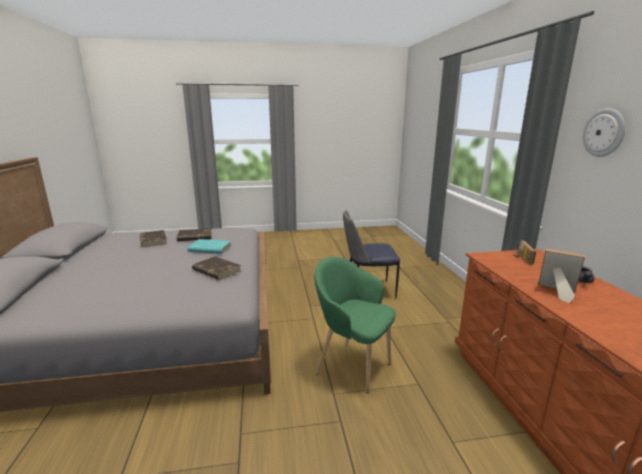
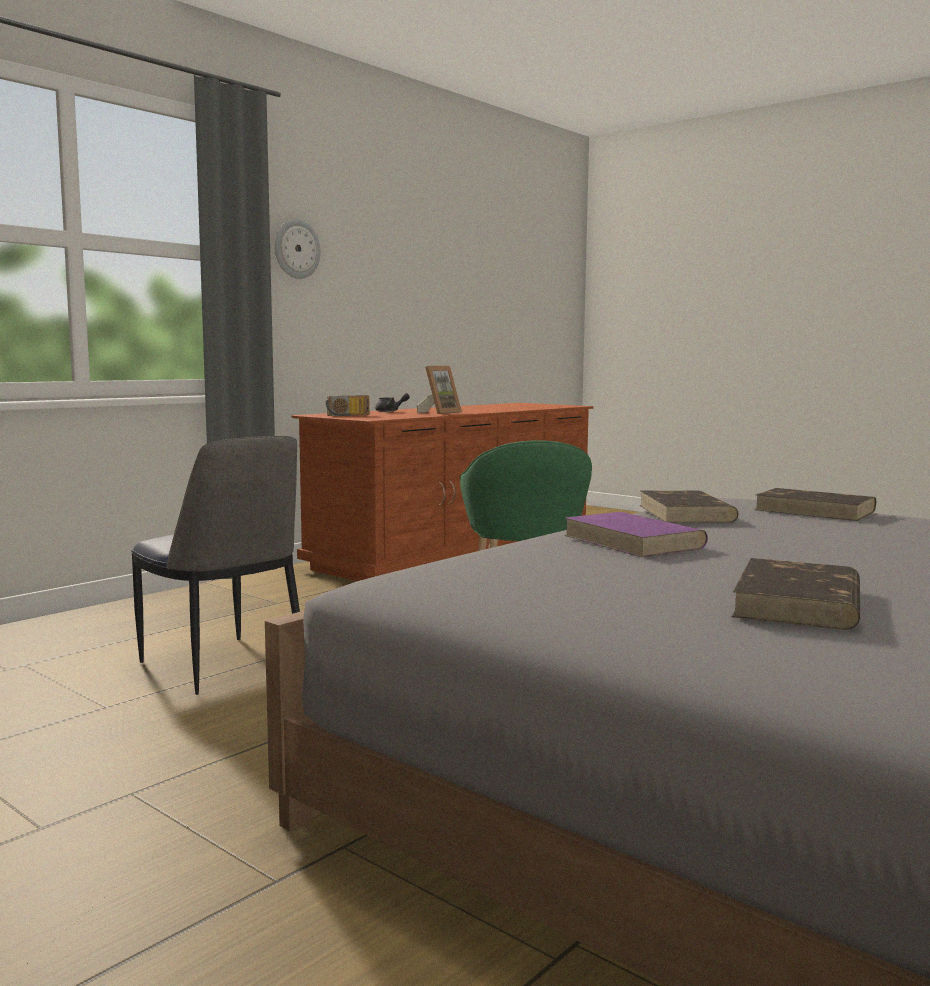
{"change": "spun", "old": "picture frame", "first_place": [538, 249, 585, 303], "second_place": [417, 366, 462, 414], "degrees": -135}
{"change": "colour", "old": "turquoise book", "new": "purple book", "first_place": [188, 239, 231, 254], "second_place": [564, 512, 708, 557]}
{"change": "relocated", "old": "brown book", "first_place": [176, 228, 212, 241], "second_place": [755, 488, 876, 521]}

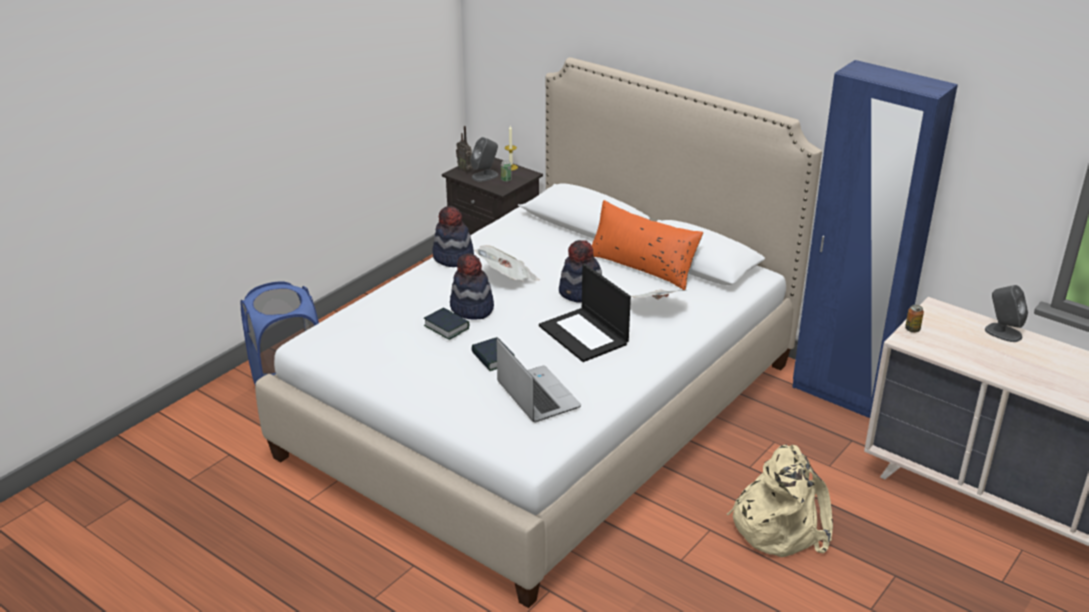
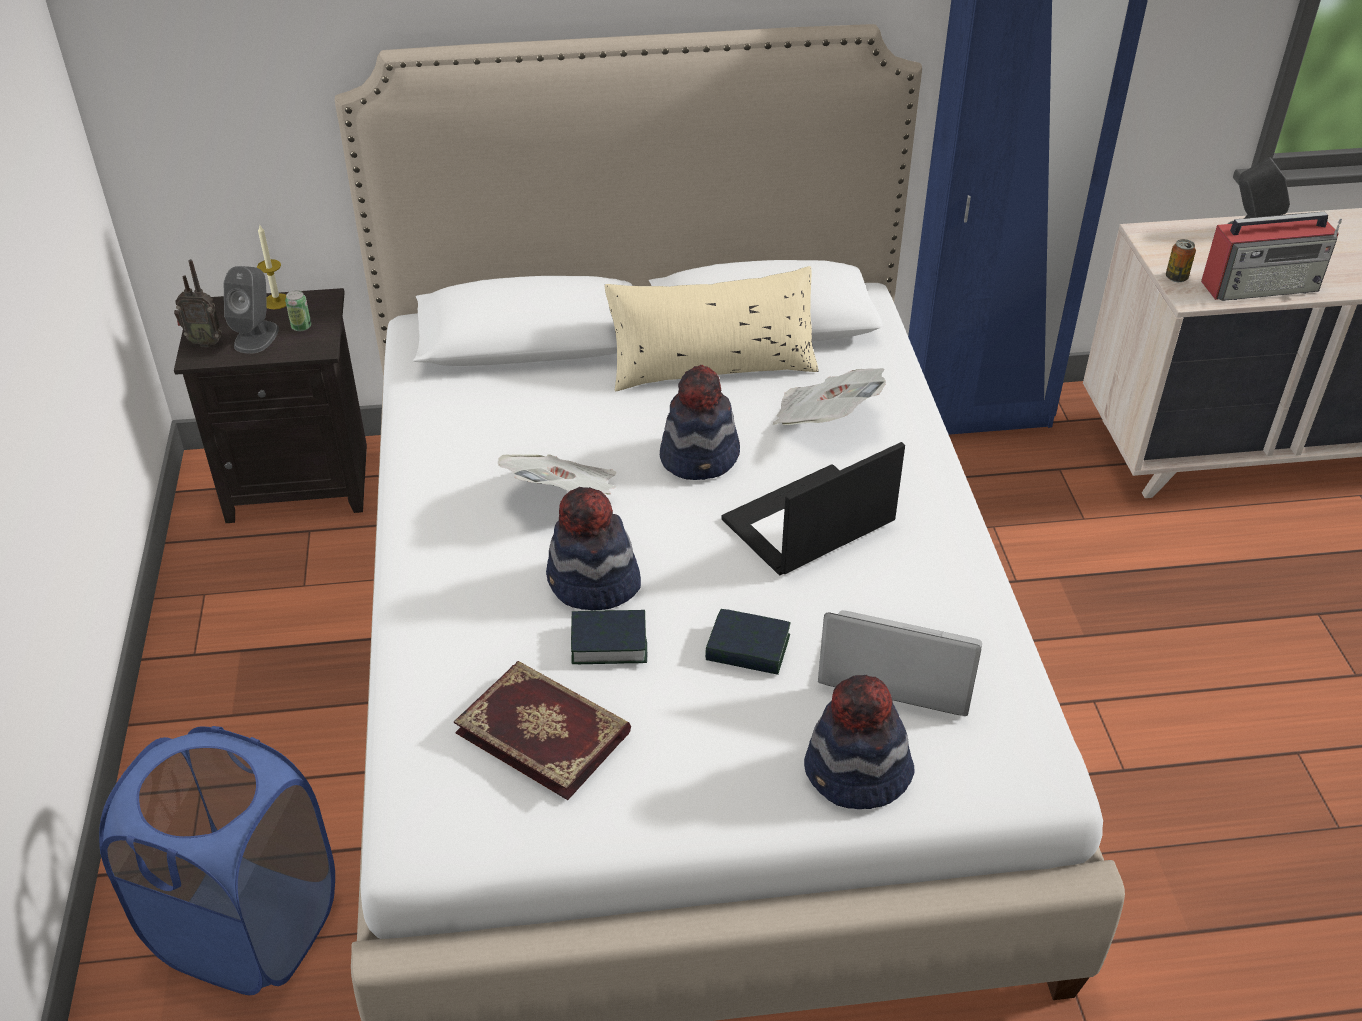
{"change": "appeared", "new": "book", "second_place": [454, 661, 631, 800]}
{"change": "colour", "old": "orange pillow", "new": "beige pillow", "first_place": [591, 200, 703, 290], "second_place": [604, 266, 819, 391]}
{"change": "spun", "old": "laptop", "first_place": [539, 264, 631, 362], "second_place": [722, 442, 905, 575], "degrees": 135}
{"change": "relocated", "old": "hat", "first_place": [432, 206, 474, 267], "second_place": [804, 675, 915, 809]}
{"change": "appeared", "new": "radio", "second_place": [1201, 212, 1342, 301]}
{"change": "missing", "old": "beige backpack", "first_place": [727, 445, 833, 557]}

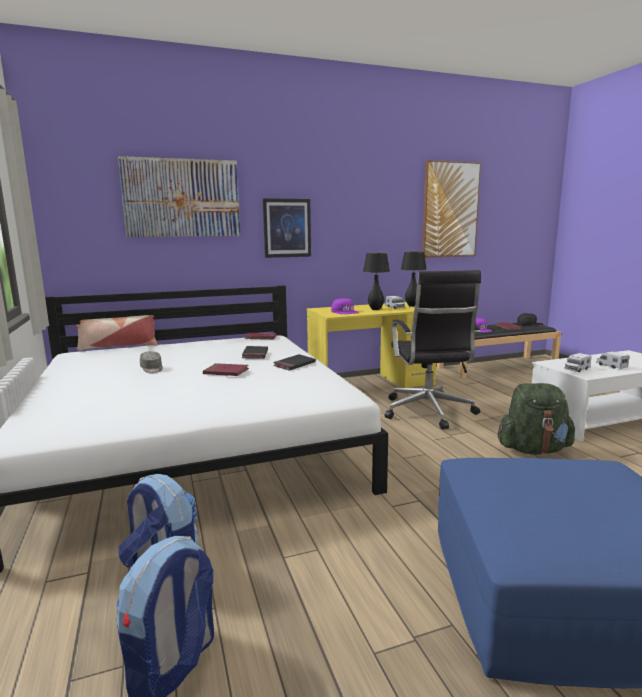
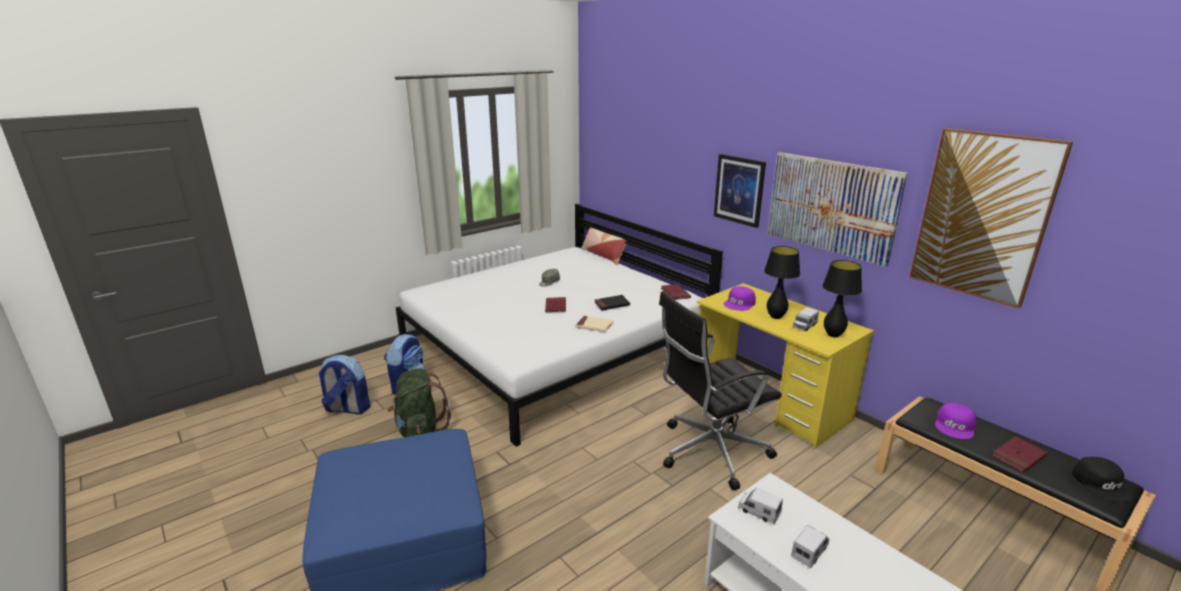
{"change": "relocated", "old": "green backpack", "first_place": [498, 383, 575, 455], "second_place": [387, 369, 451, 437]}
{"change": "colour", "old": "black book", "new": "beige book", "first_place": [273, 354, 316, 371], "second_place": [575, 316, 614, 332]}
{"change": "relocated", "old": "picture", "first_place": [118, 156, 241, 237], "second_place": [767, 152, 908, 267]}

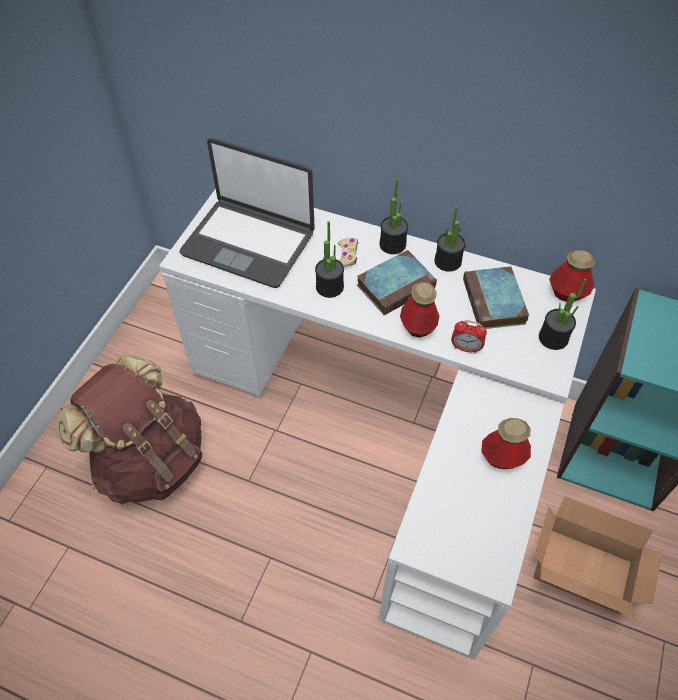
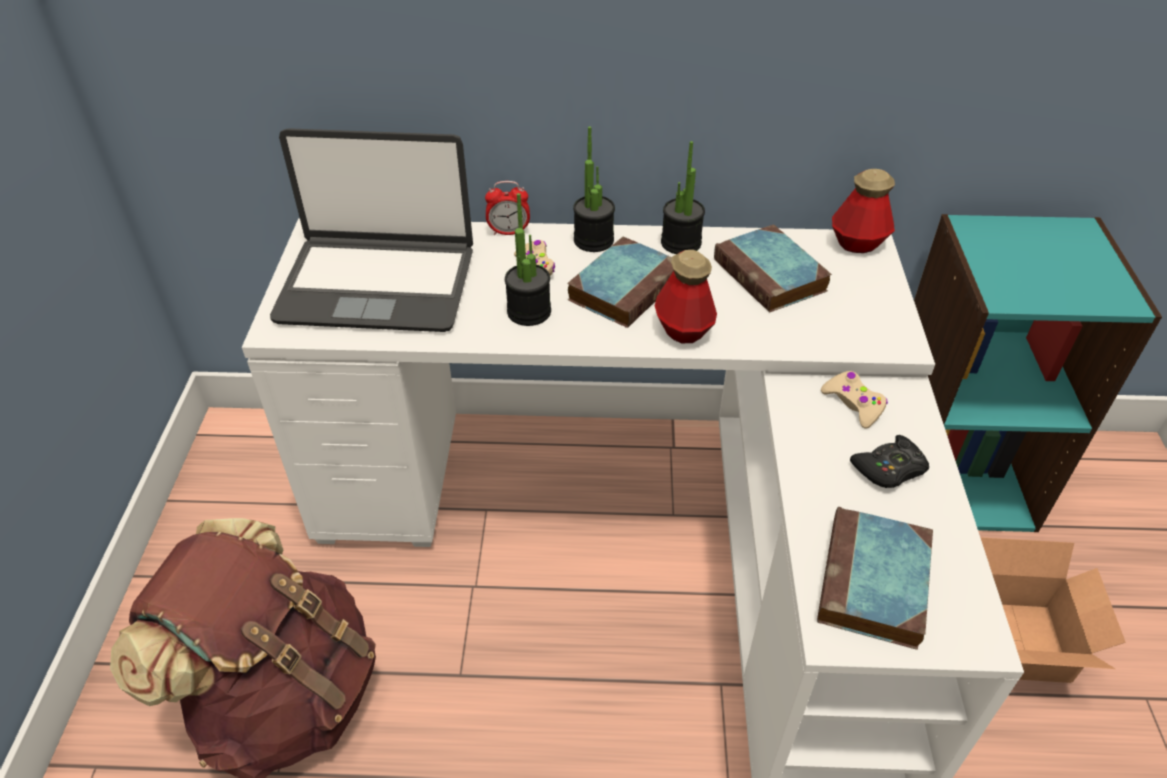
{"change": "relocated", "old": "alarm clock", "first_place": [451, 320, 487, 353], "second_place": [485, 181, 530, 235]}
{"change": "appeared", "new": "book", "second_place": [817, 507, 933, 650]}
{"change": "appeared", "new": "beige game controller", "second_place": [821, 371, 888, 429]}
{"change": "exchanged", "old": "bottle", "new": "black game controller", "first_place": [481, 418, 531, 469], "second_place": [850, 435, 929, 488]}
{"change": "missing", "old": "potted plant", "first_place": [539, 279, 586, 350]}

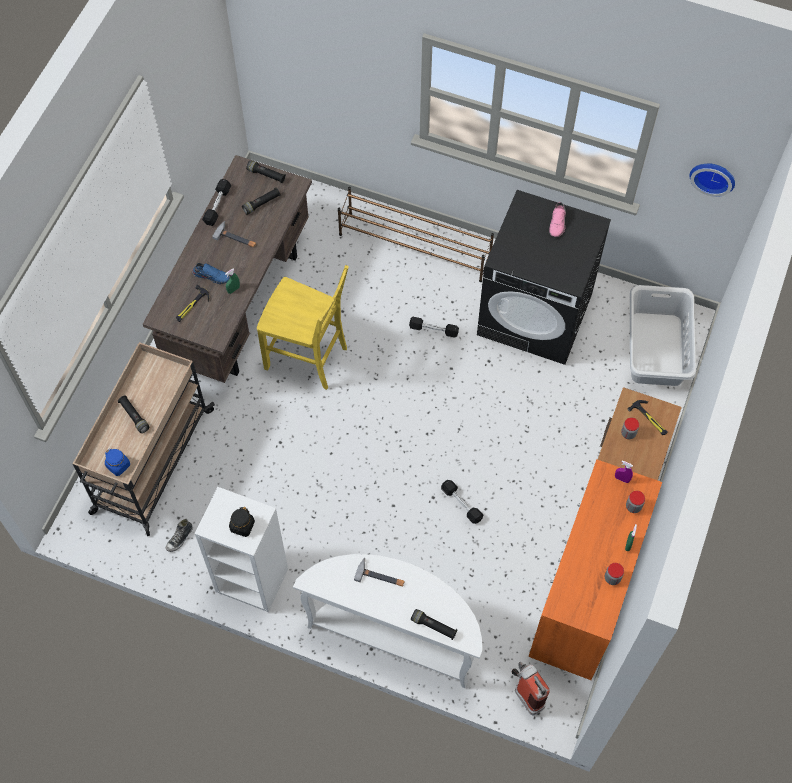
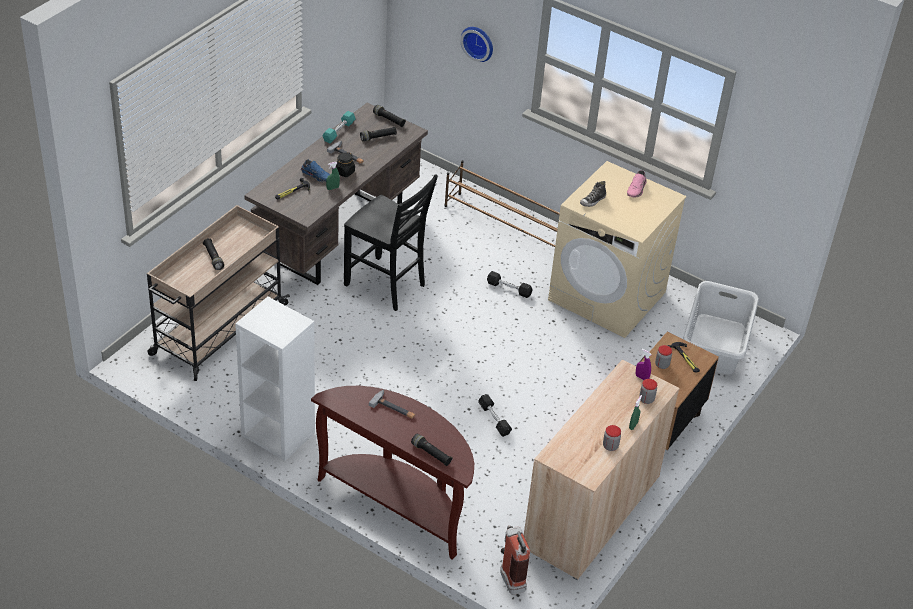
{"change": "colour", "old": "white console table", "new": "brown console table", "first_place": [293, 554, 483, 688], "second_place": [311, 386, 474, 560]}
{"change": "colour", "old": "black dumbbell", "new": "turquoise dumbbell", "first_place": [202, 179, 231, 226], "second_place": [322, 111, 356, 143]}
{"change": "relocated", "old": "black jar", "first_place": [229, 507, 255, 537], "second_place": [336, 152, 355, 177]}
{"change": "colour", "old": "yellow chair", "new": "black chair", "first_place": [257, 265, 349, 390], "second_place": [344, 174, 438, 311]}
{"change": "relocated", "old": "wall clock", "first_place": [689, 164, 735, 197], "second_place": [460, 27, 493, 62]}
{"change": "colour", "old": "orange cabinet", "new": "beige cabinet", "first_place": [528, 460, 662, 680], "second_place": [524, 359, 680, 580]}
{"change": "colour", "old": "black washing machine", "new": "beige washing machine", "first_place": [477, 190, 611, 365], "second_place": [548, 161, 687, 338]}
{"change": "relocated", "old": "shoe", "first_place": [166, 519, 193, 552], "second_place": [580, 181, 606, 207]}
{"change": "missing", "old": "blue jar", "first_place": [105, 449, 130, 476]}

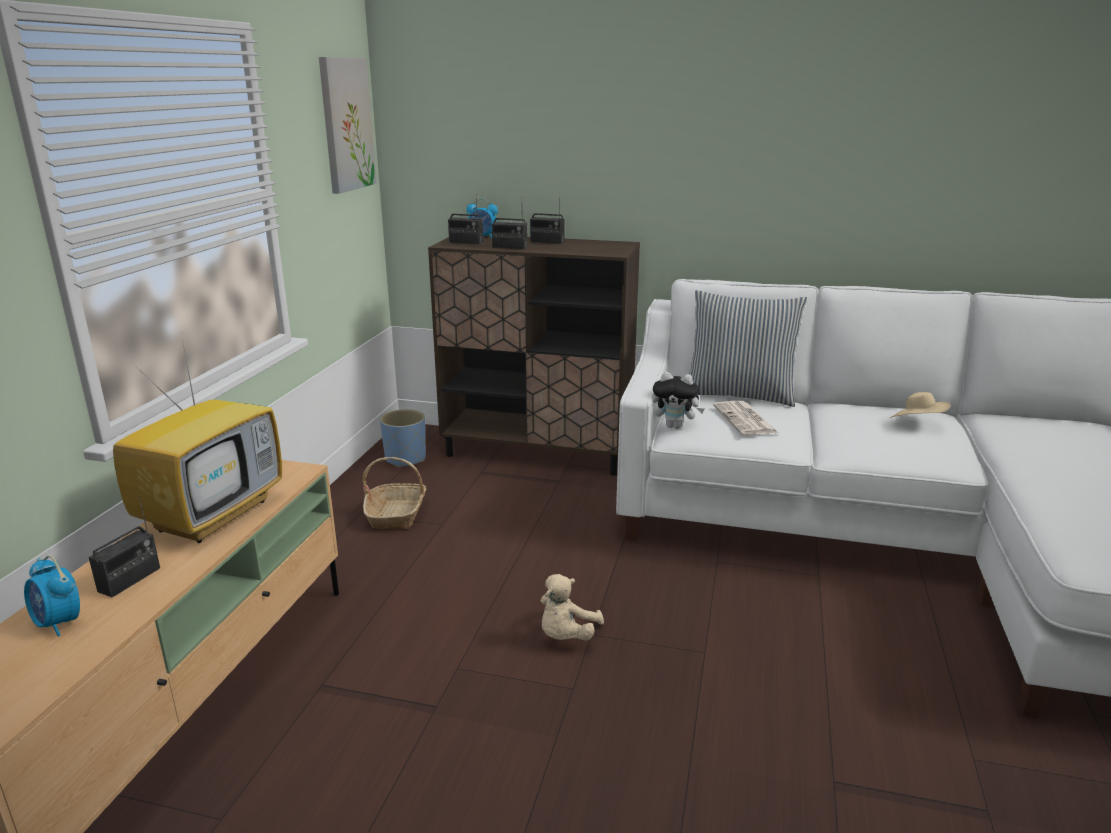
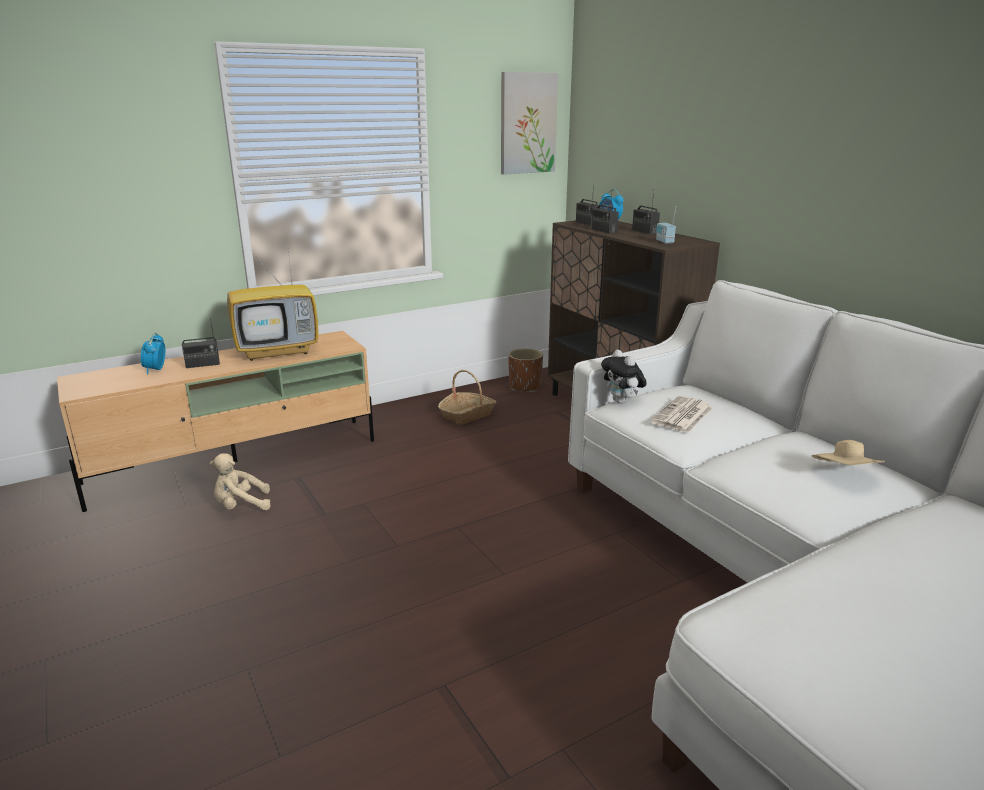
{"change": "relocated", "old": "beige plush toy", "first_place": [541, 574, 604, 641], "second_place": [210, 453, 271, 510]}
{"change": "colour", "old": "blue planter", "new": "brown planter", "first_place": [380, 409, 426, 467], "second_place": [508, 348, 543, 392]}
{"change": "appeared", "new": "radio", "second_place": [656, 206, 676, 244]}
{"change": "missing", "old": "pillow", "first_place": [689, 290, 807, 407]}

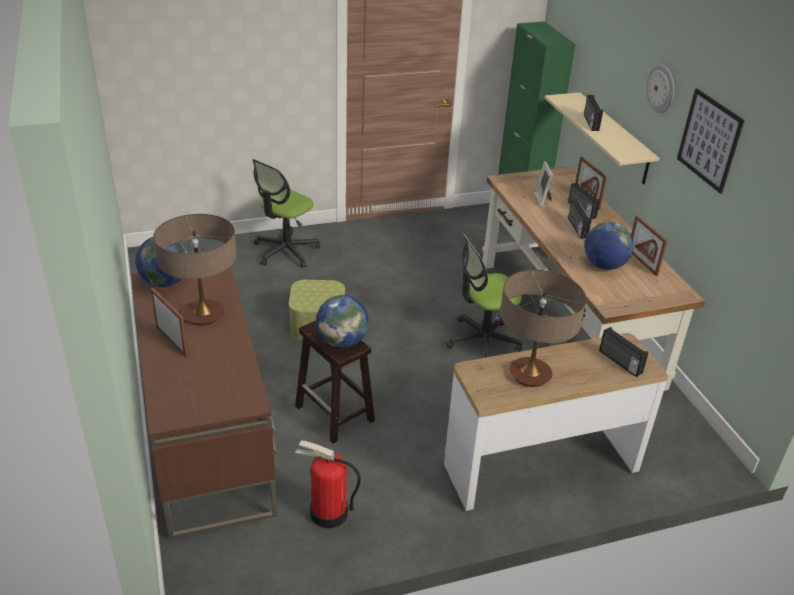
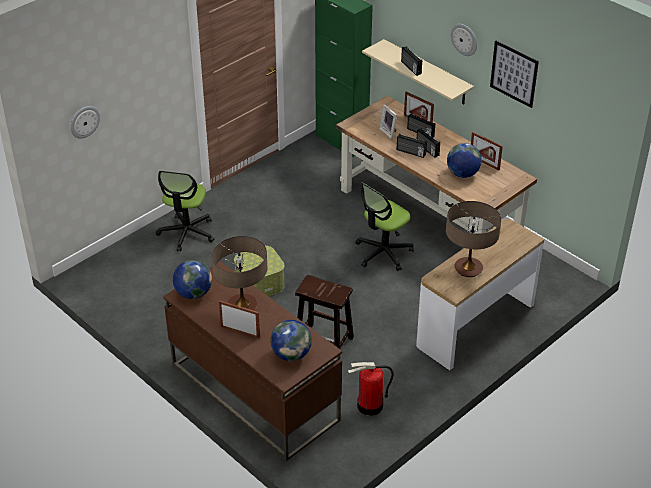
{"change": "appeared", "new": "wall clock", "second_place": [70, 106, 100, 139]}
{"change": "relocated", "old": "globe", "first_place": [316, 295, 369, 348], "second_place": [270, 320, 312, 361]}
{"change": "relocated", "old": "radio", "first_place": [599, 327, 648, 377], "second_place": [397, 134, 427, 158]}

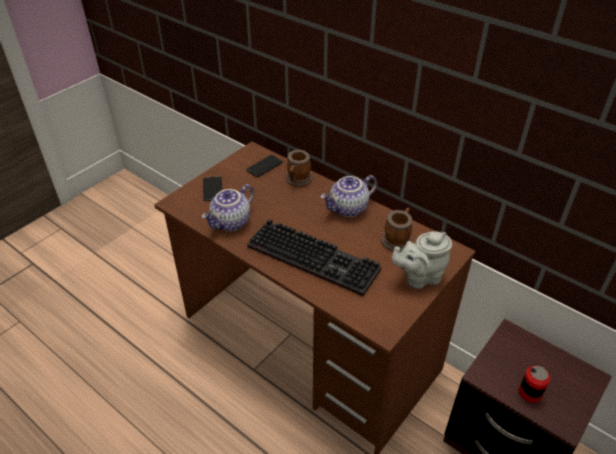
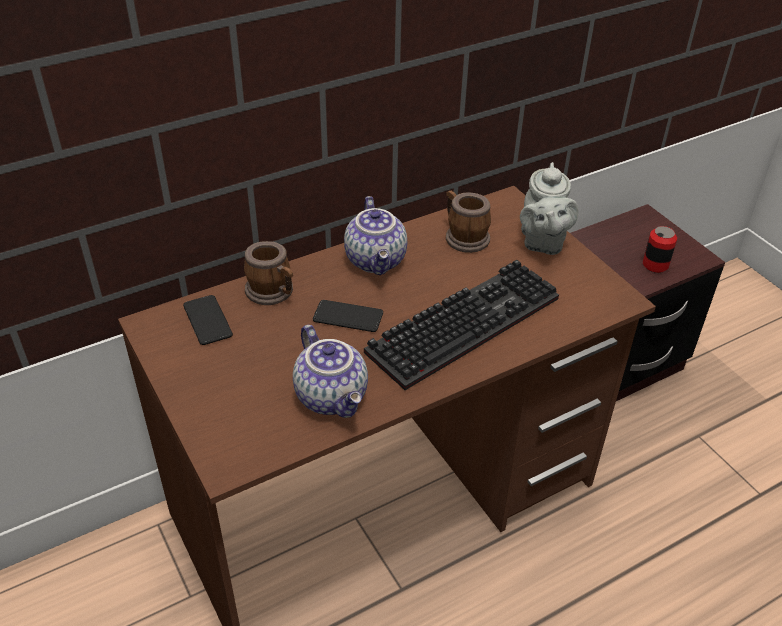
{"change": "relocated", "old": "phone", "first_place": [203, 176, 222, 201], "second_place": [313, 300, 383, 332]}

